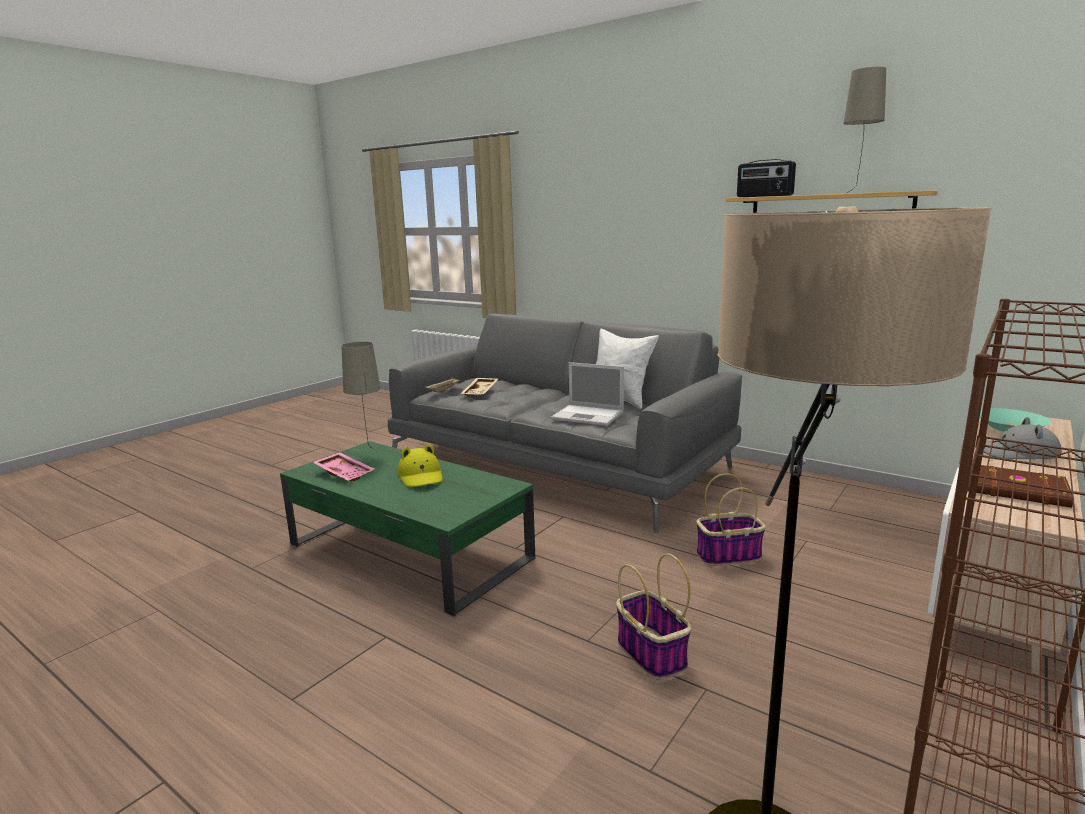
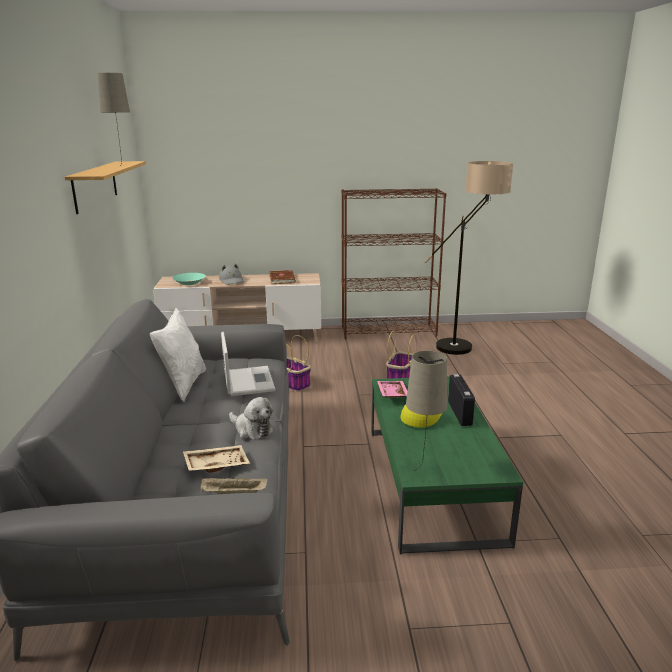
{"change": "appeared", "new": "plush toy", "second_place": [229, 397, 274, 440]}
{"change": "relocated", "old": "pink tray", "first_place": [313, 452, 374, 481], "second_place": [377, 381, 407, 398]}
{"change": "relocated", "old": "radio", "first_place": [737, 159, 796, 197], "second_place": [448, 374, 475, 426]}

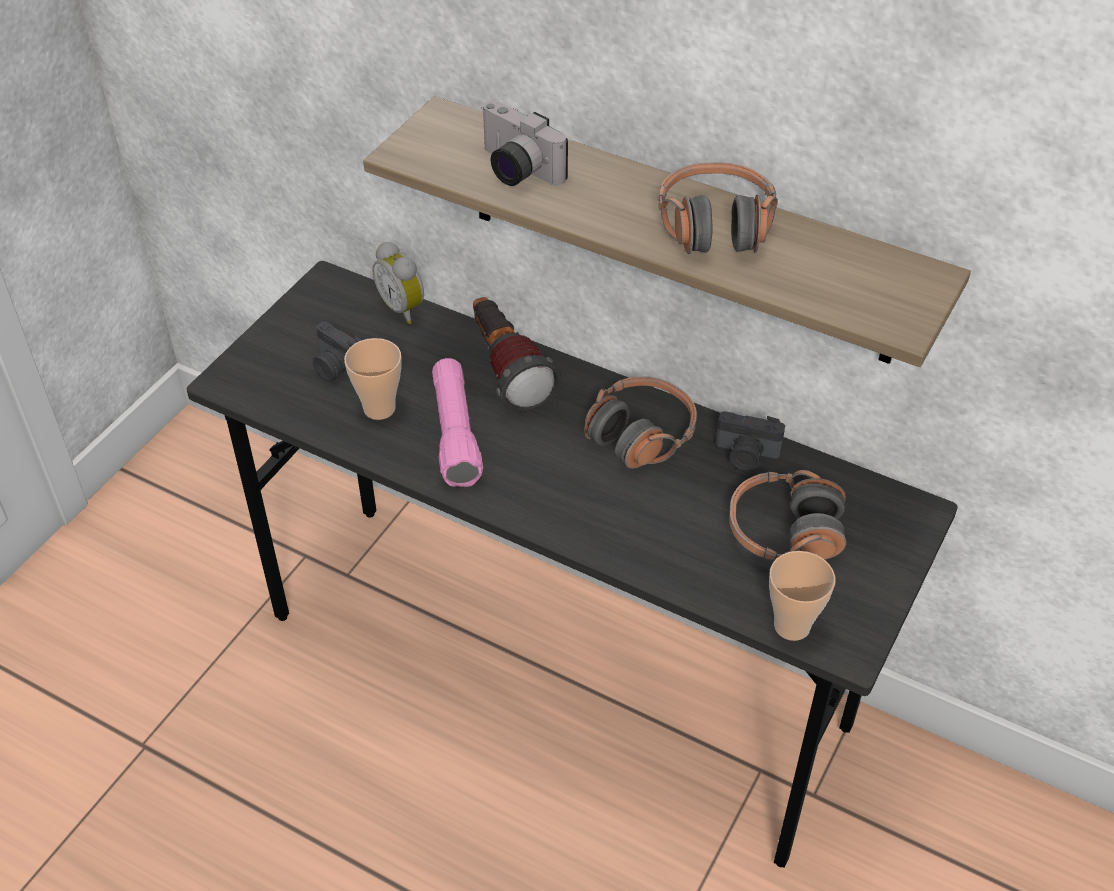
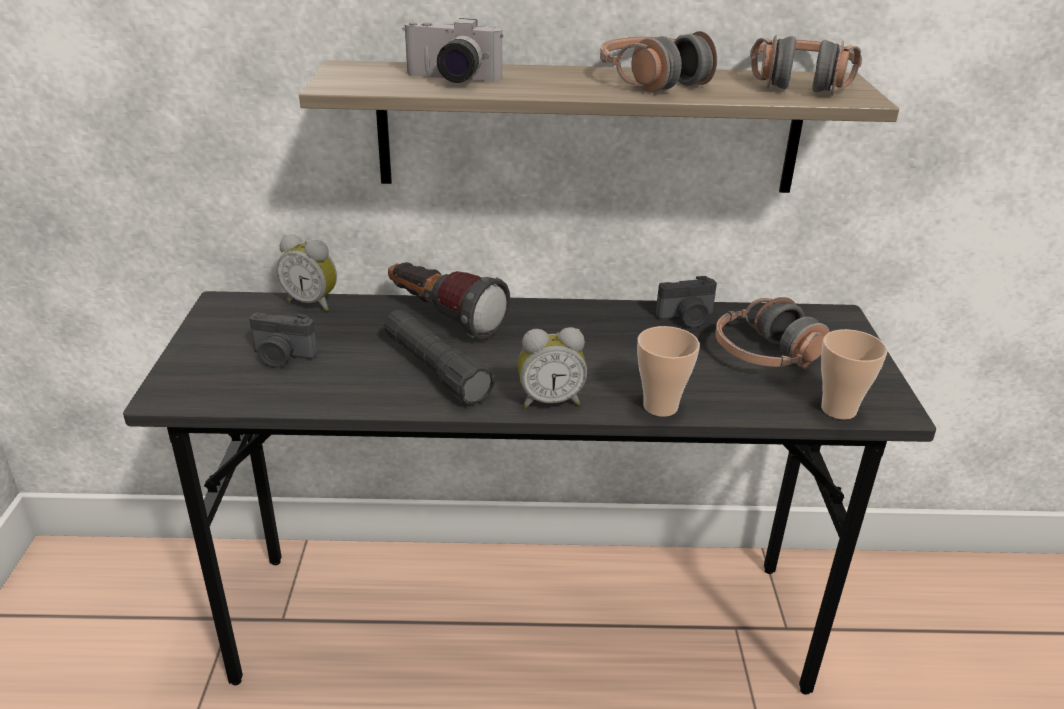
{"change": "colour", "old": "pink flashlight", "new": "black flashlight", "first_place": [432, 358, 483, 487], "second_place": [384, 310, 495, 405]}
{"change": "appeared", "new": "alarm clock", "second_place": [518, 327, 587, 409]}
{"change": "relocated", "old": "cup", "first_place": [344, 338, 402, 420], "second_place": [637, 326, 700, 417]}
{"change": "relocated", "old": "headphones", "first_place": [584, 376, 697, 469], "second_place": [750, 35, 862, 95]}

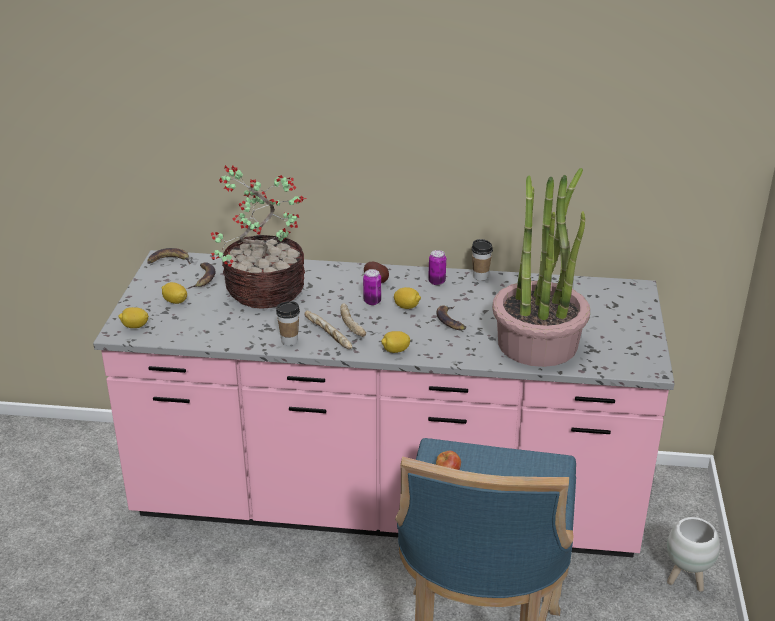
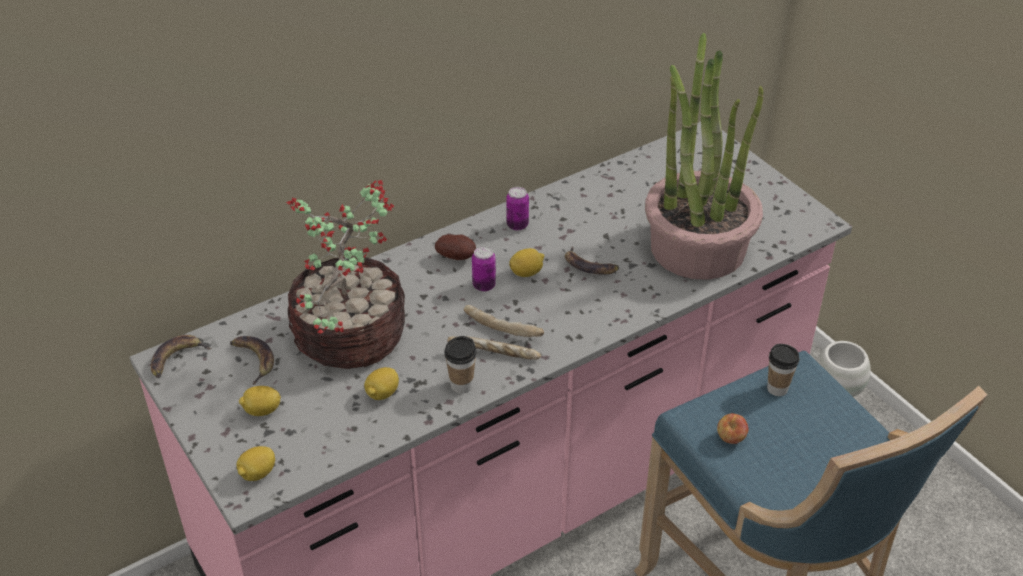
{"change": "relocated", "old": "lemon", "first_place": [381, 331, 410, 353], "second_place": [364, 367, 399, 400]}
{"change": "relocated", "old": "cup", "first_place": [471, 239, 493, 281], "second_place": [767, 344, 799, 396]}

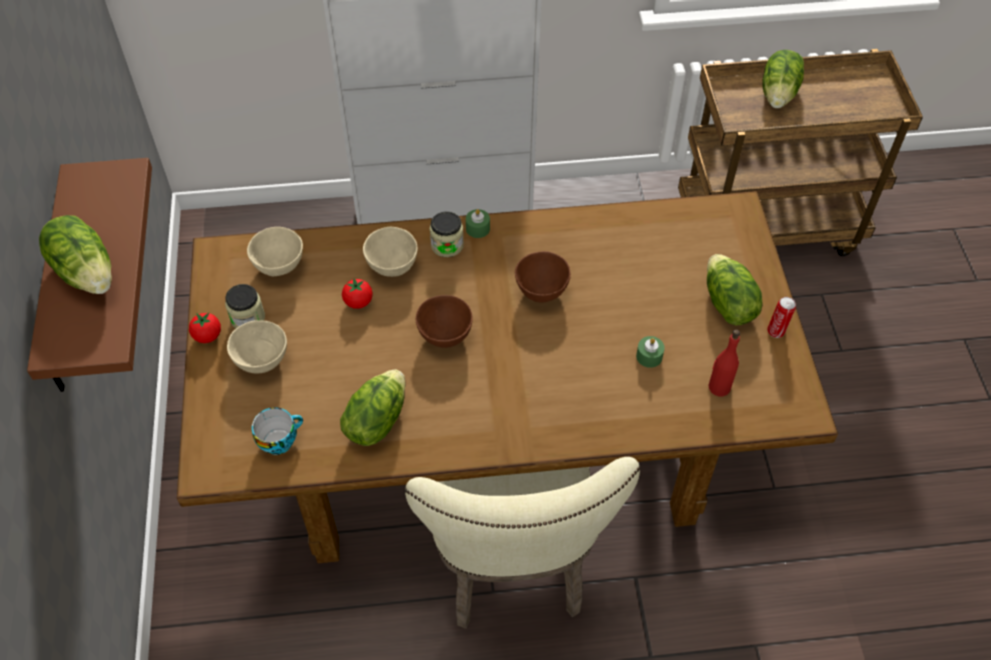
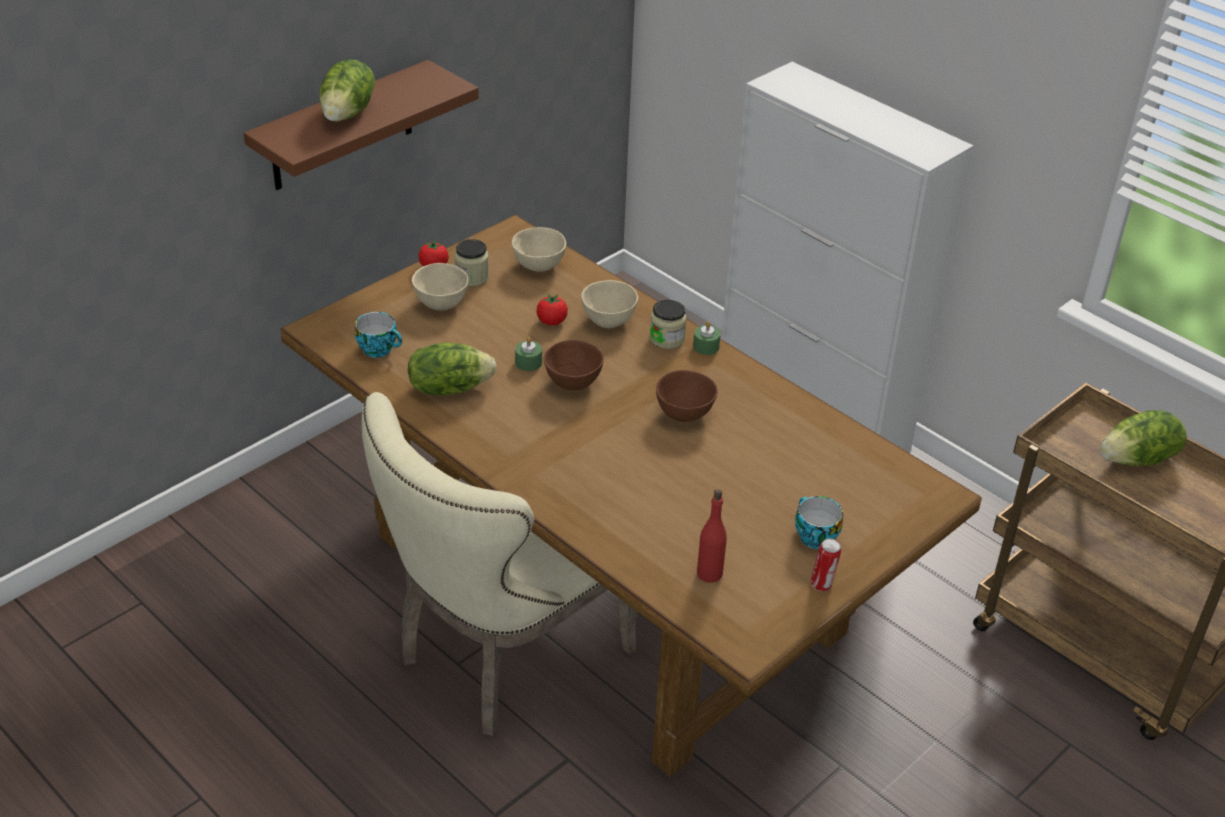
{"change": "relocated", "old": "green candle", "first_place": [636, 336, 665, 368], "second_place": [515, 337, 542, 371]}
{"change": "exchanged", "old": "lettuce", "new": "cup", "first_place": [707, 254, 763, 325], "second_place": [795, 496, 843, 549]}

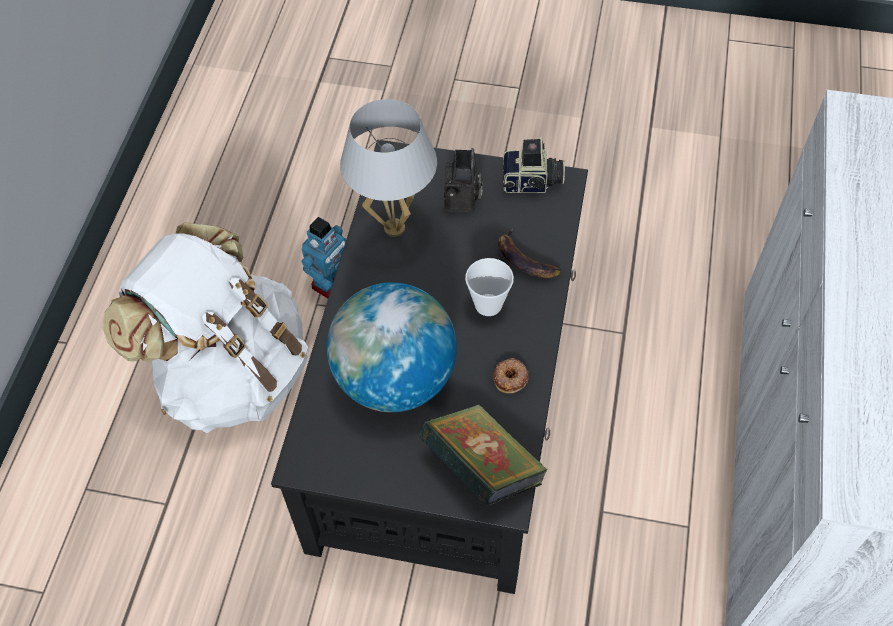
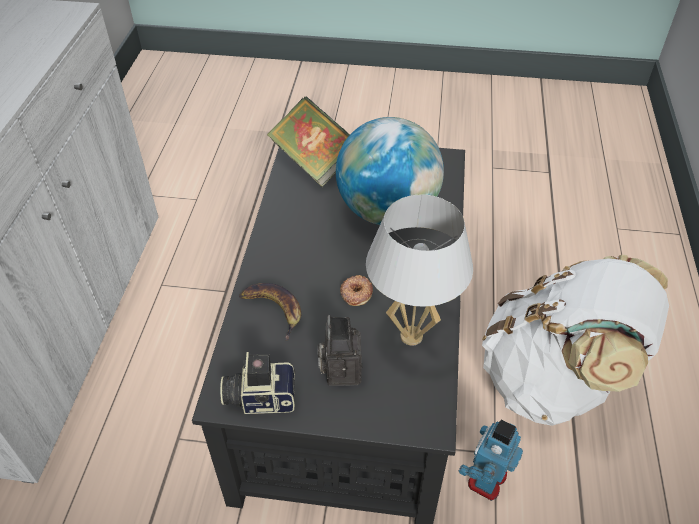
{"change": "relocated", "old": "donut", "first_place": [493, 358, 529, 393], "second_place": [340, 275, 373, 306]}
{"change": "missing", "old": "cup", "first_place": [465, 258, 514, 316]}

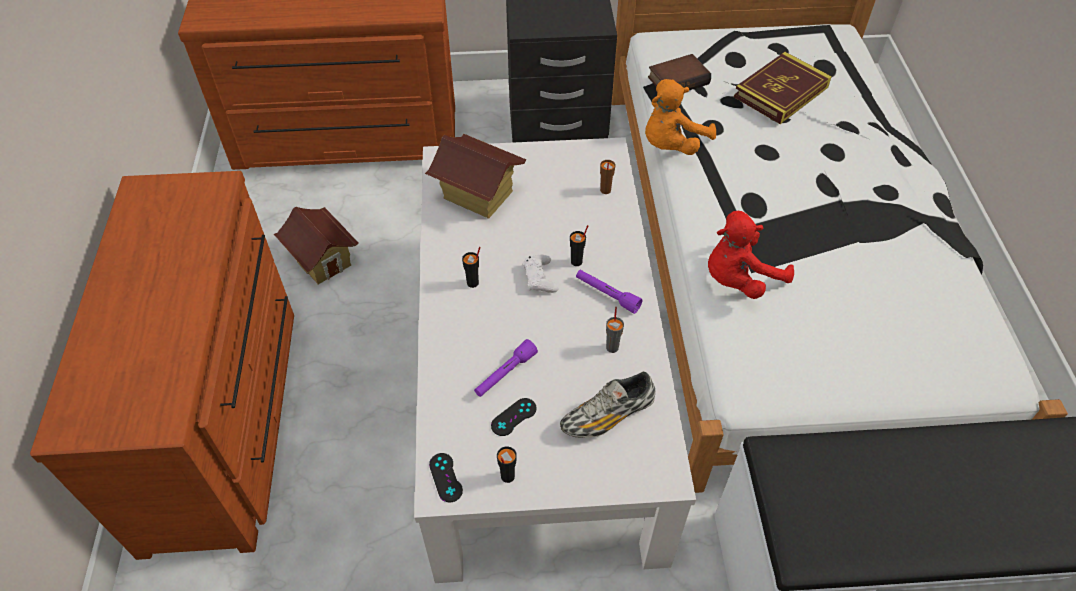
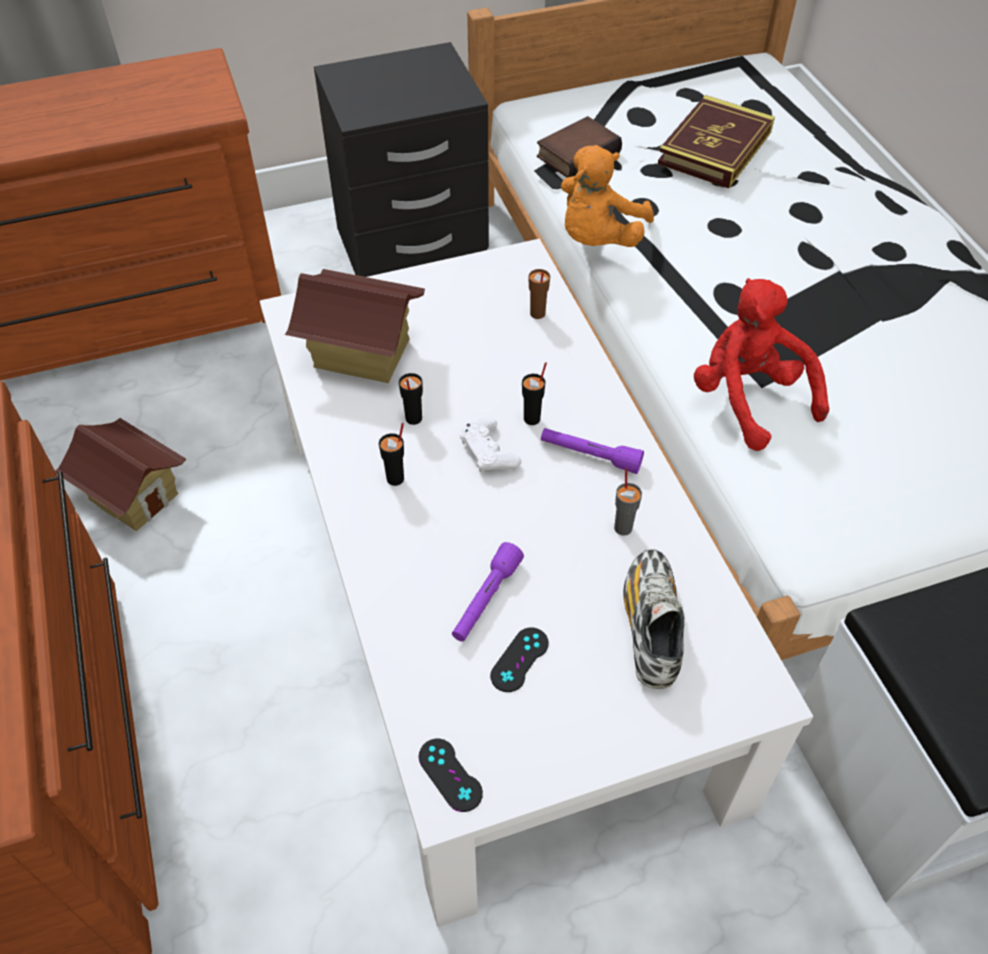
{"change": "relocated", "old": "black cup", "first_place": [497, 446, 517, 483], "second_place": [399, 373, 423, 425]}
{"change": "spun", "old": "shoe", "first_place": [560, 372, 655, 438], "second_place": [623, 549, 684, 689], "degrees": 135}
{"change": "spun", "old": "red plush toy", "first_place": [708, 211, 794, 299], "second_place": [694, 278, 829, 451], "degrees": 105}

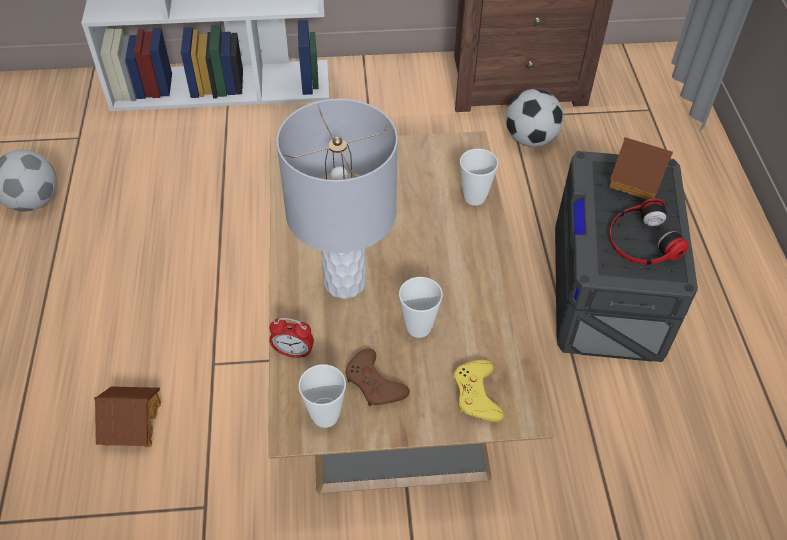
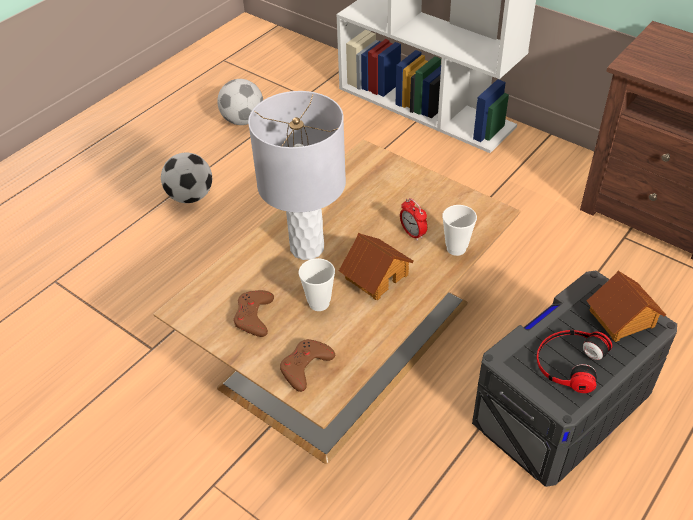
{"change": "relocated", "old": "football", "first_place": [506, 89, 563, 147], "second_place": [161, 153, 212, 203]}
{"change": "colour", "old": "yellow game controller", "new": "brown game controller", "first_place": [454, 360, 504, 422], "second_place": [280, 339, 335, 392]}
{"change": "relocated", "old": "toy house", "first_place": [94, 386, 161, 447], "second_place": [339, 233, 414, 301]}
{"change": "relocated", "old": "alarm clock", "first_place": [269, 318, 314, 359], "second_place": [400, 198, 427, 241]}
{"change": "missing", "old": "cup", "first_place": [298, 364, 346, 428]}

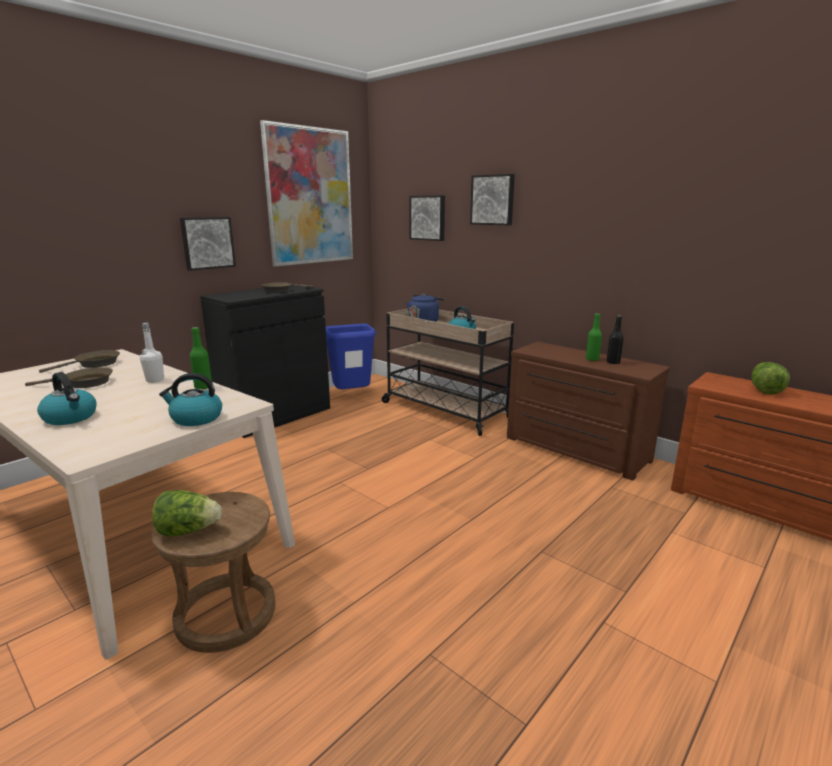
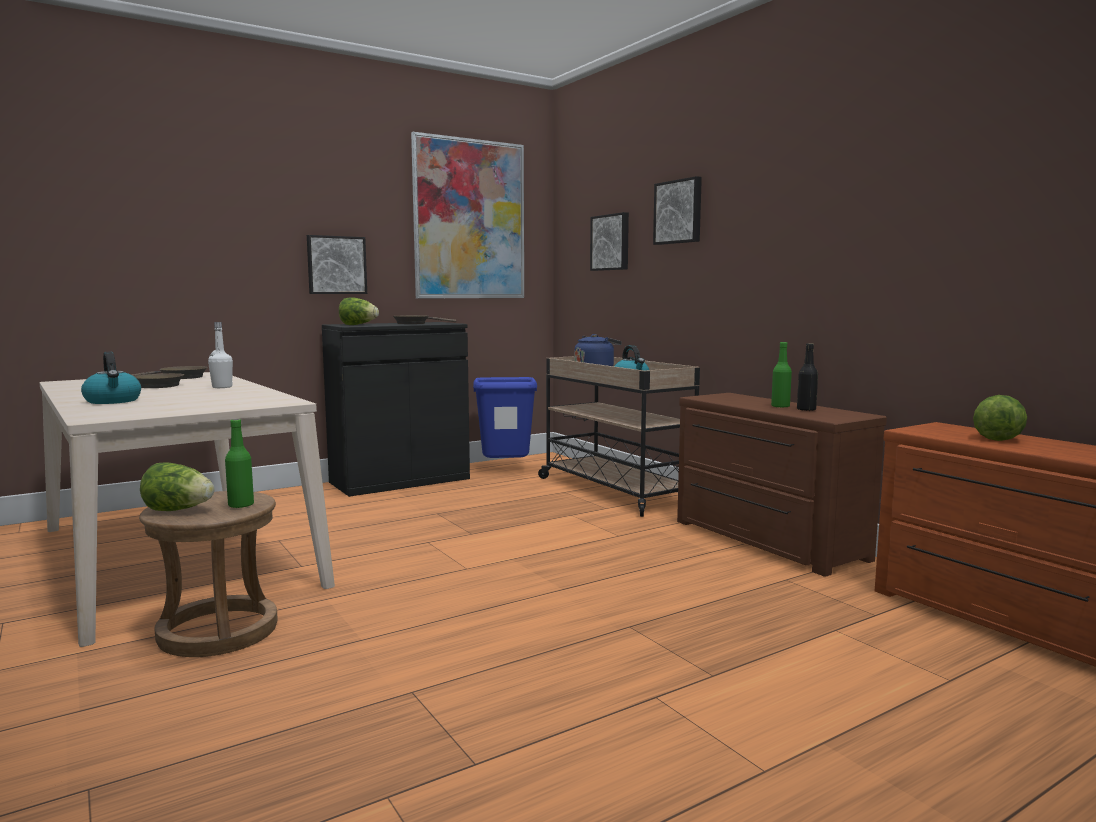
{"change": "relocated", "old": "green bottle", "first_place": [190, 327, 212, 389], "second_place": [225, 419, 254, 508]}
{"change": "appeared", "new": "lettuce", "second_place": [339, 297, 379, 325]}
{"change": "missing", "old": "kettle", "first_place": [159, 373, 222, 426]}

